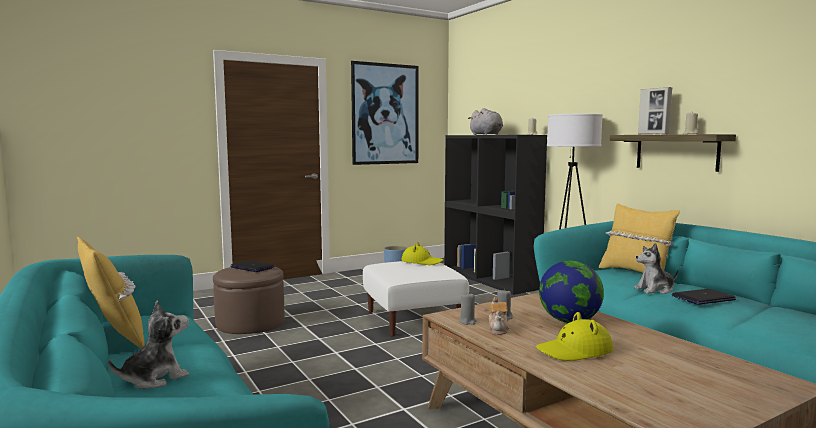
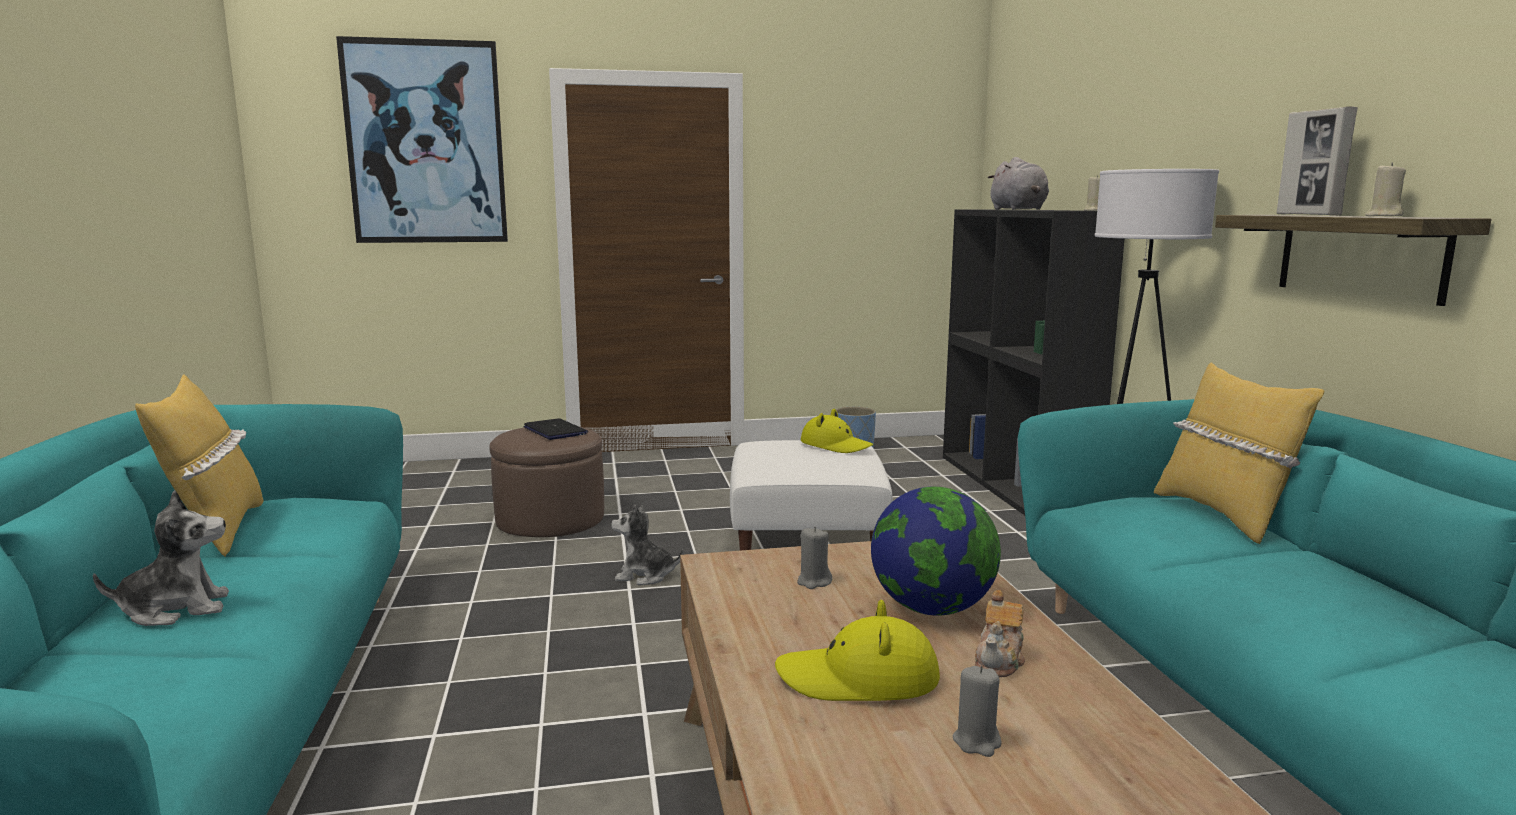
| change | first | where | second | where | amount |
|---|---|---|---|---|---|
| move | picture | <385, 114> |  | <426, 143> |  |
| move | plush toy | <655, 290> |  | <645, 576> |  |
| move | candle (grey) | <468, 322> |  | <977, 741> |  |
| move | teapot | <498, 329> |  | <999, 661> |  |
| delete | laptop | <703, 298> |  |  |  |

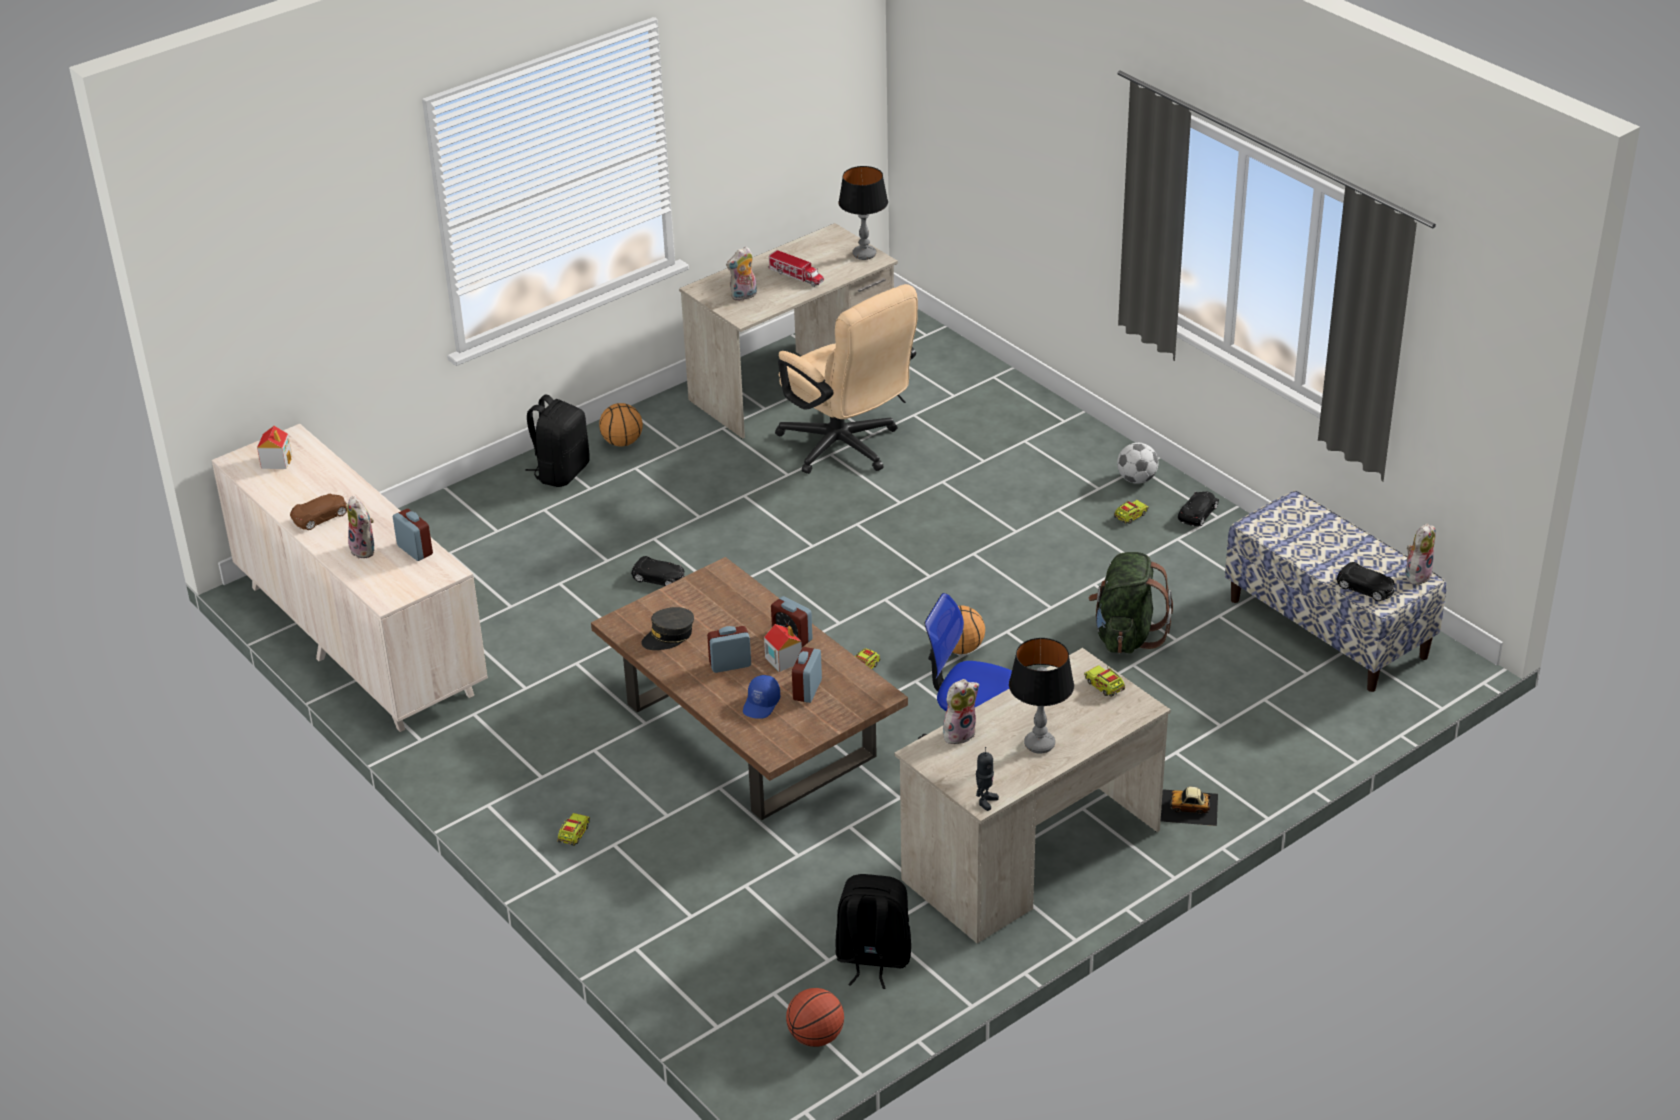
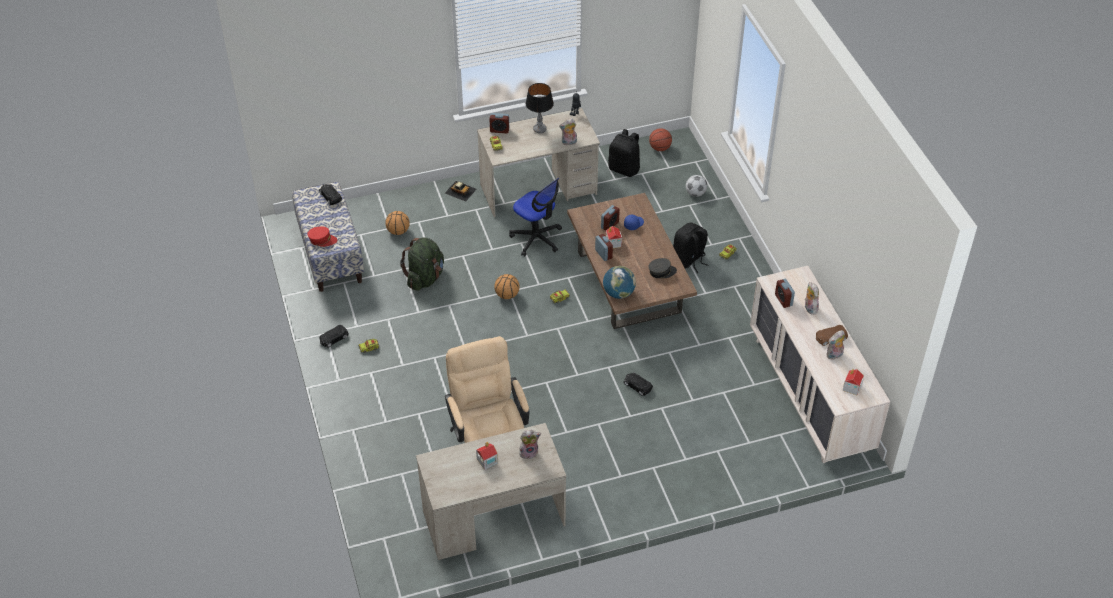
| change | first | where | second | where | amount |
|---|---|---|---|---|---|
| insert |  |  | cap (red) | <322, 240> |  |
| move | basketball | <622, 442> |  | <398, 231> |  |
| replace | toy truck | <796, 276> | toy house | <487, 461> |  |
| move | alarm clock | <730, 664> |  | <499, 130> |  |
| insert |  |  | globe | <618, 293> |  |
| move | backpack (black) | <561, 472> |  | <689, 260> |  |
| move | football | <1136, 479> |  | <695, 193> |  |
| move | plush toy | <1417, 574> |  | <834, 355> |  |
| delete | table lamp | <864, 254> |  |  |  |

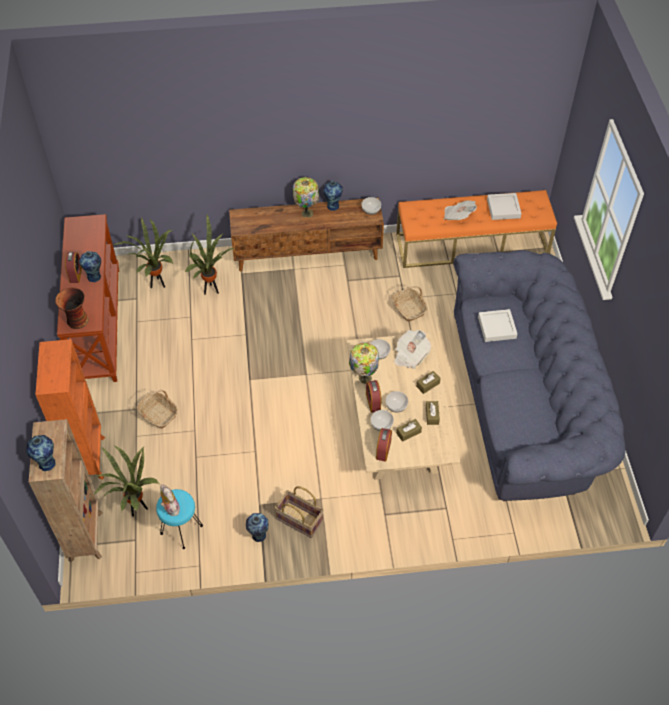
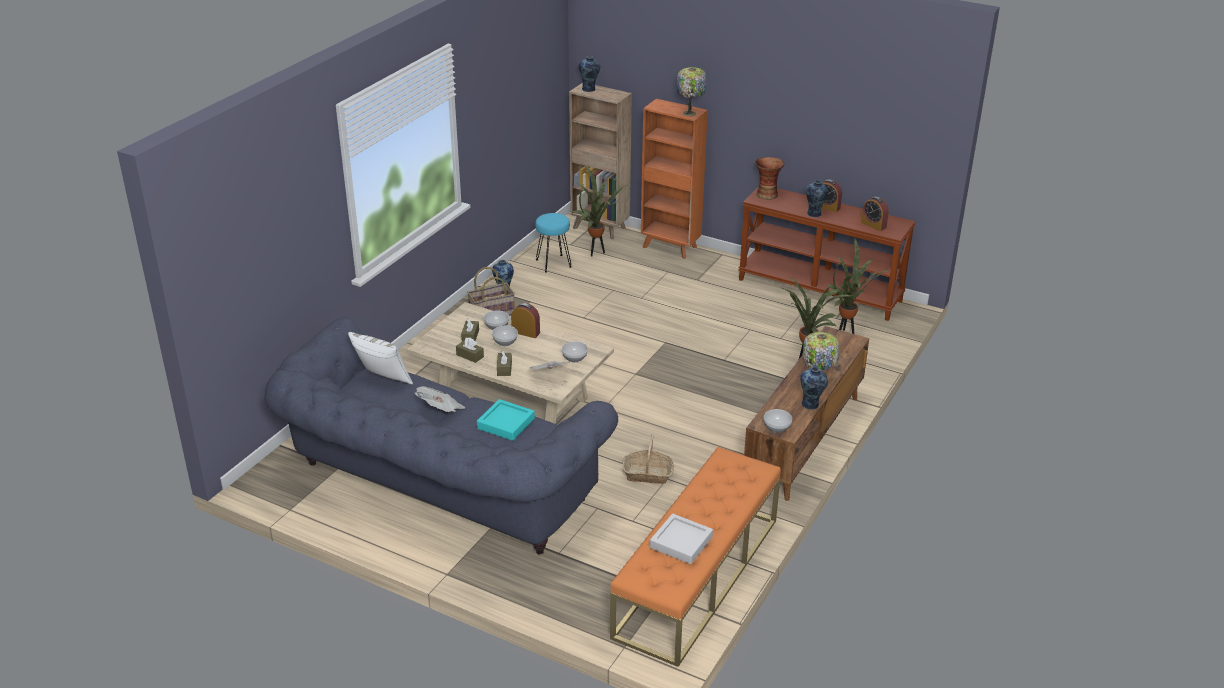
| change | first | where | second | where | amount |
|---|---|---|---|---|---|
| insert |  |  | pillow (white) | <382, 381> |  |
| move | newspaper | <458, 216> |  | <440, 410> |  |
| recolor | tray (grey) | <497, 327> | tray (turquoise) | <506, 423> |  |
| move | table lamp | <363, 377> |  | <690, 113> |  |
| move | alarm clock | <383, 450> |  | <873, 225> |  |
| delete | basket | <158, 414> |  |  |  |
| delete | plush toy | <170, 508> |  |  |  |

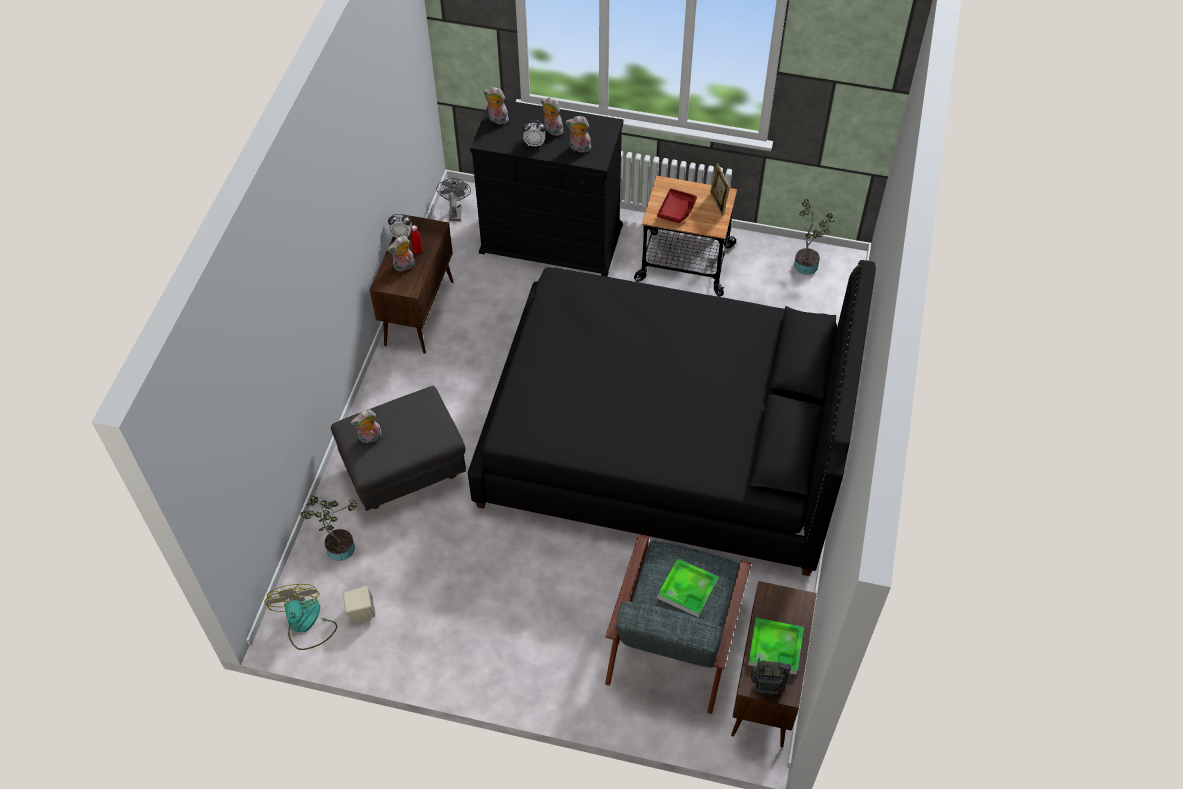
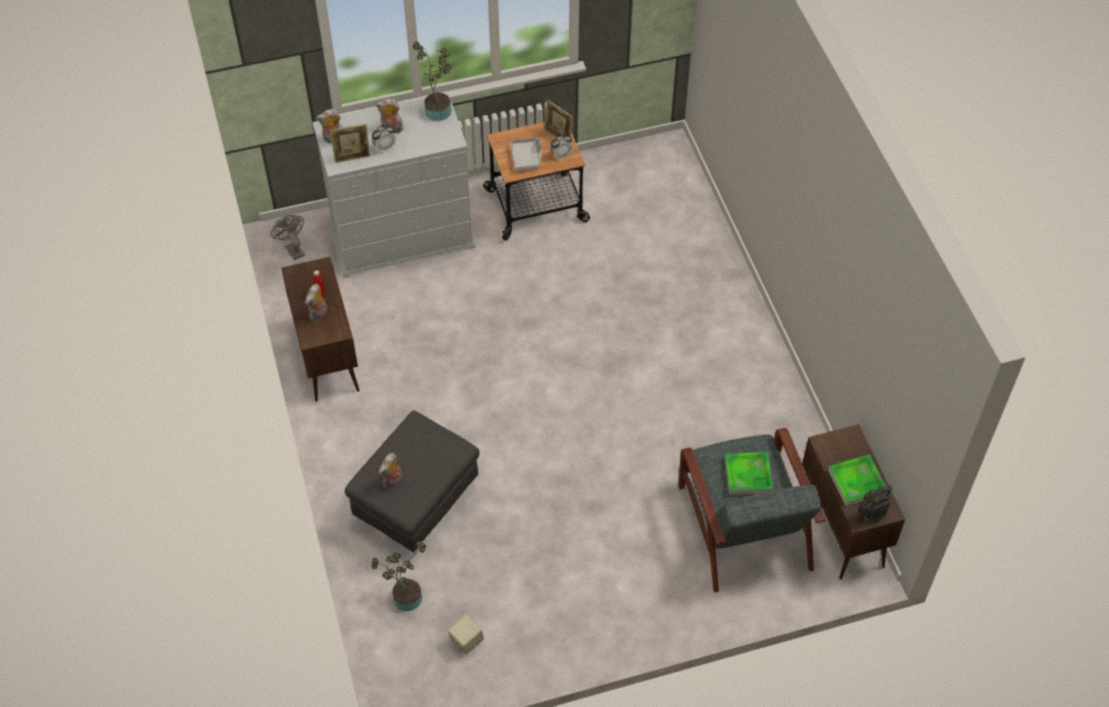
| change | first | where | second | where | amount |
|---|---|---|---|---|---|
| recolor | dresser (black) | <552, 239> | dresser (white) | <402, 235> |  |
| insert |  |  | picture frame | <352, 158> |  |
| move | potted plant | <808, 263> |  | <439, 109> |  |
| recolor | tray (red) | <677, 210> | tray (grey) | <527, 158> |  |
| move | alarm clock | <401, 235> |  | <561, 155> |  |
| delete | fan | <305, 624> |  |  |  |
| delete | bed (black) | <665, 442> |  |  |  |
| delete | plush toy | <579, 148> |  |  |  |

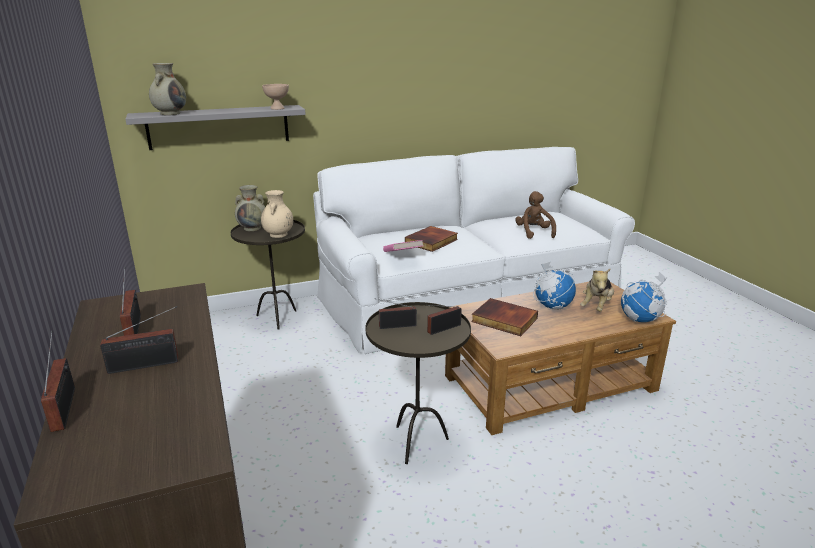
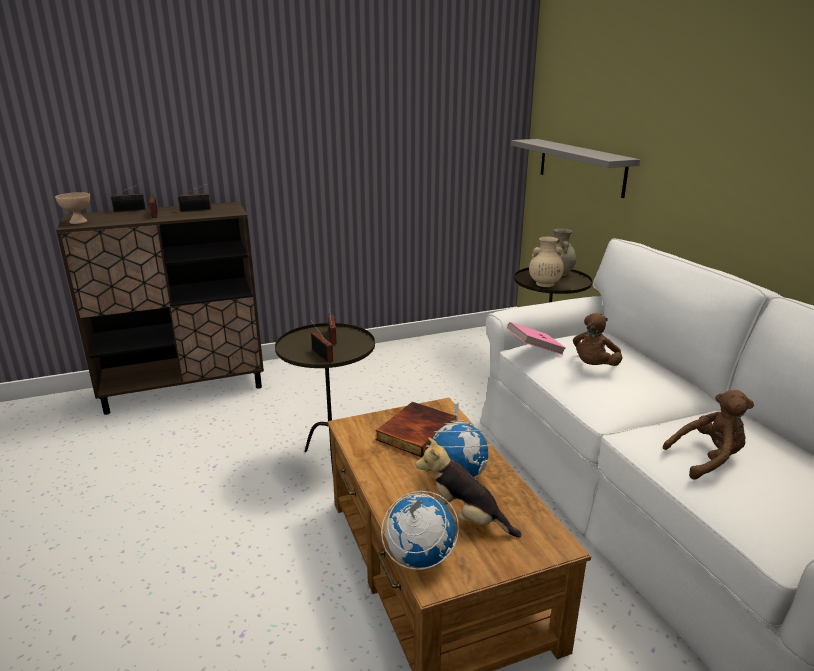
| change | first | where | second | where | amount |
|---|---|---|---|---|---|
| move | bowl (beige) | <278, 108> |  | <78, 222> |  |
| replace | book | <432, 242> | plush toy (brown) | <594, 366> |  |
| delete | vase (beige) | <170, 113> |  |  |  |

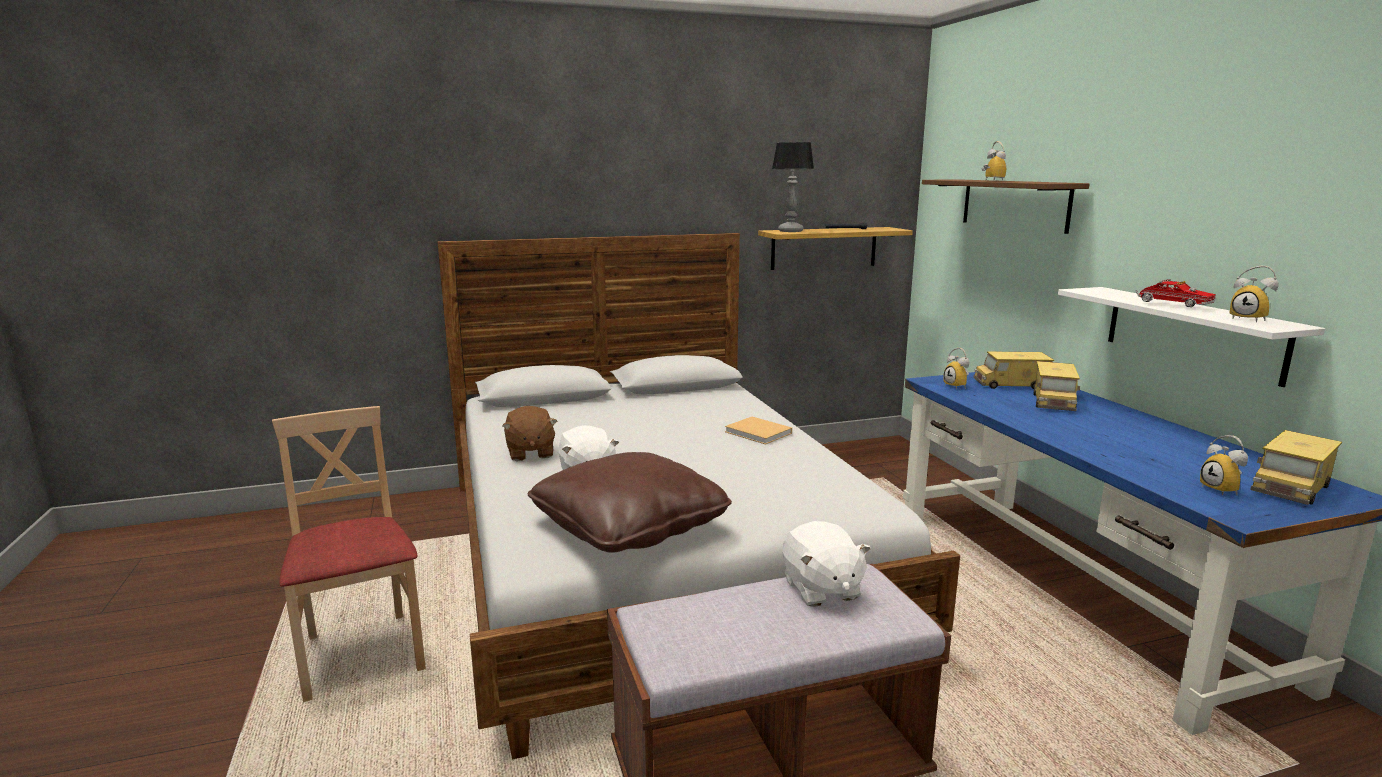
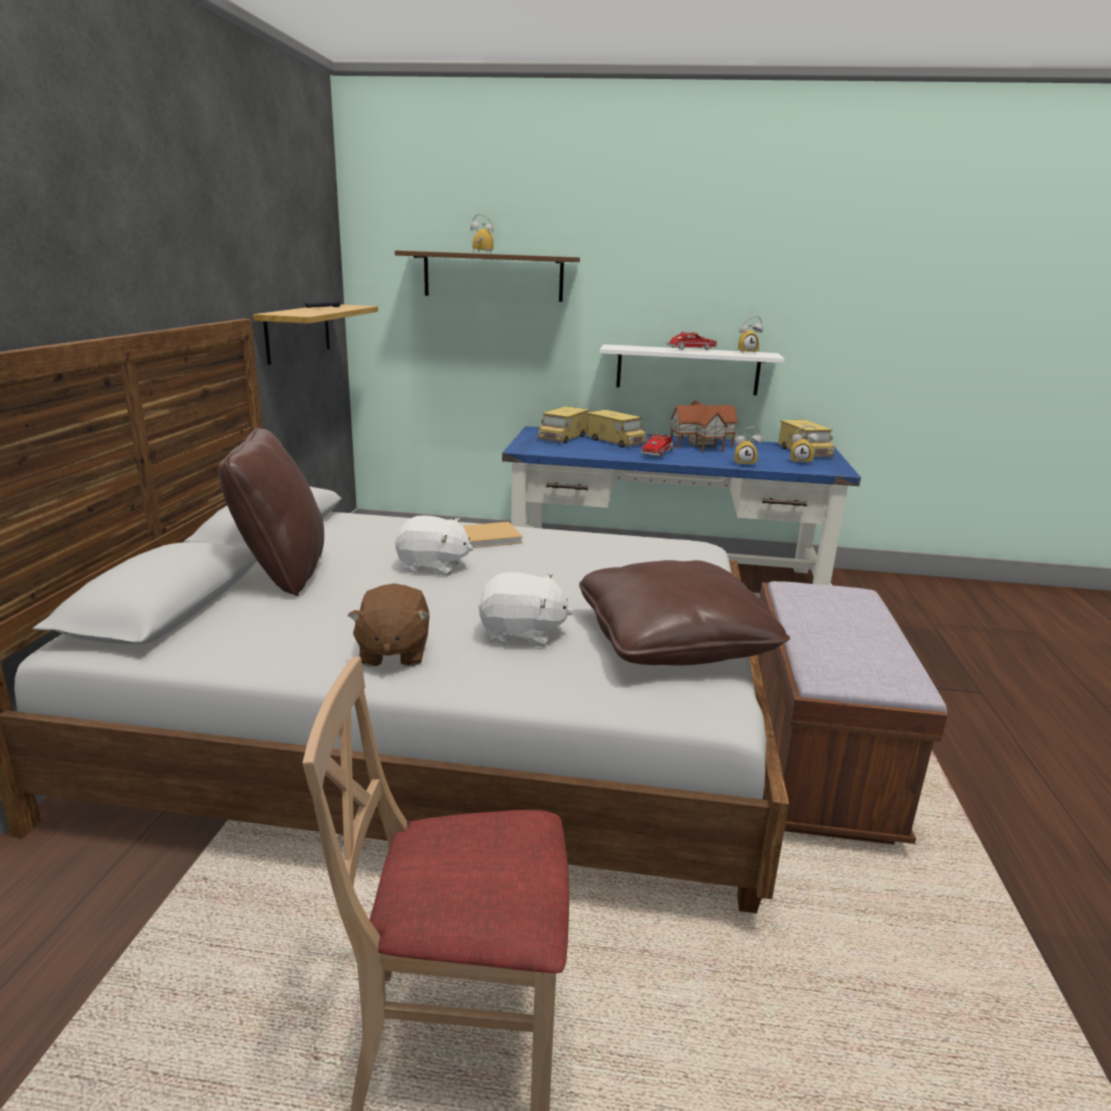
| change | first | where | second | where | amount |
|---|---|---|---|---|---|
| insert |  |  | pillow (brown) | <282, 571> |  |
| rotate | plush toy (brown) | <530, 453> |  | <393, 652> | 75 degrees clockwise |
| move | plush toy (white) | <820, 589> |  | <433, 567> |  |
| insert |  |  | toy truck | <657, 454> |  |
| insert |  |  | toy house | <700, 445> |  |
| move | alarm clock | <958, 386> |  | <744, 464> |  |
| delete | table lamp | <790, 231> |  |  |  |

